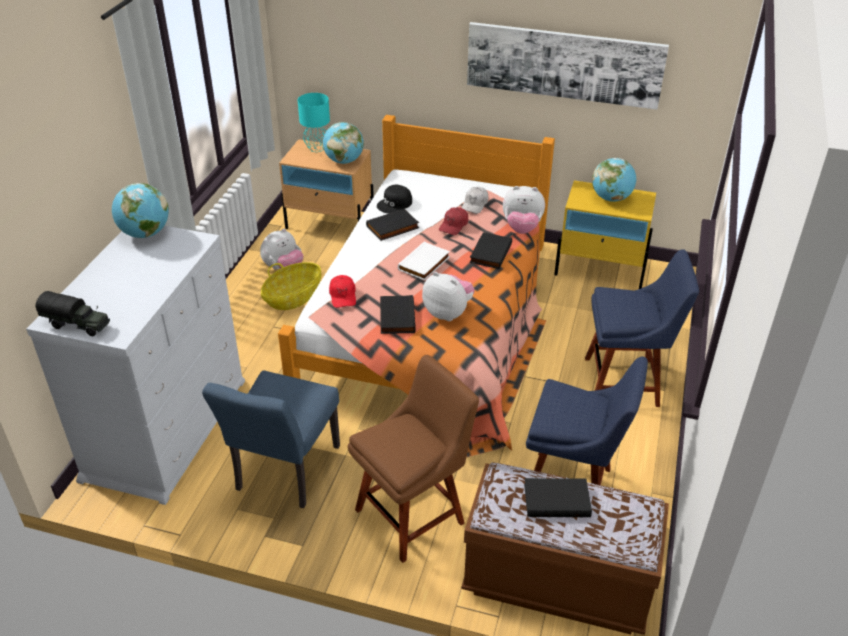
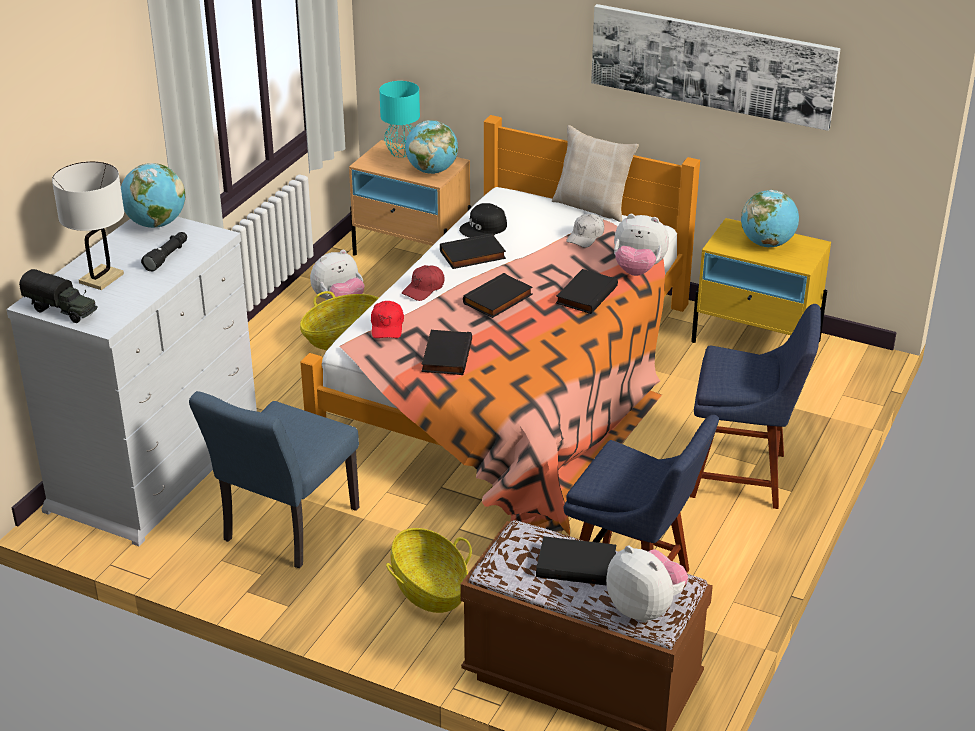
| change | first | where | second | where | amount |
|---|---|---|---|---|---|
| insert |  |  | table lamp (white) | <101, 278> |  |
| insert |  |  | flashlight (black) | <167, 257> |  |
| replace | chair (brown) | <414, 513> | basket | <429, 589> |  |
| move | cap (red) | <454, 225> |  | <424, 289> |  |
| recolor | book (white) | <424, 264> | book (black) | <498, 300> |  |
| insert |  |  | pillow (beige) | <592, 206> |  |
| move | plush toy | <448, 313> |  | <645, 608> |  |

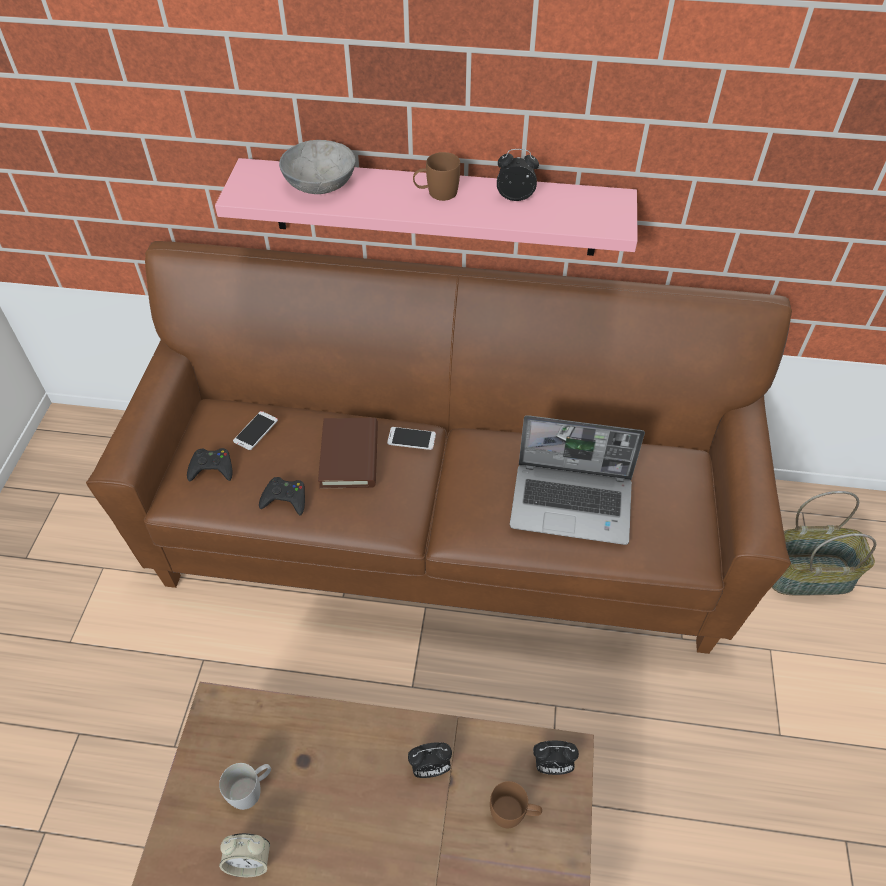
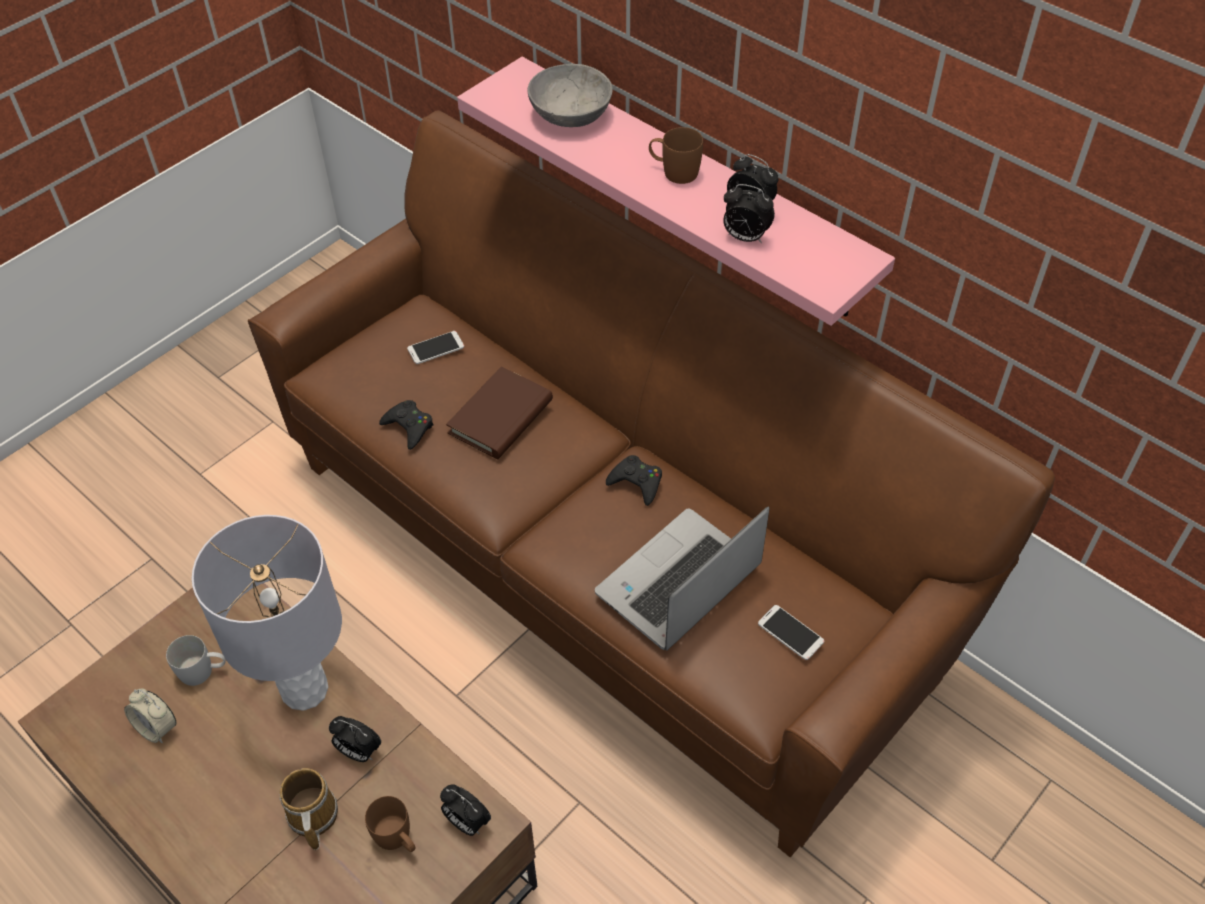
| change | first | where | second | where | amount |
|---|---|---|---|---|---|
| insert |  |  | table lamp (grey) | <304, 690> |  |
| insert |  |  | mug | <311, 818> |  |
| rotate | laptop | <573, 504> |  | <678, 583> | 90 degrees clockwise |
| move | game controller (black) | <212, 468> |  | <636, 483> |  |
| insert |  |  | alarm clock | <744, 237> |  |
| move | phone | <411, 438> |  | <790, 632> |  |
| delete | basket | <808, 574> |  |  |  |

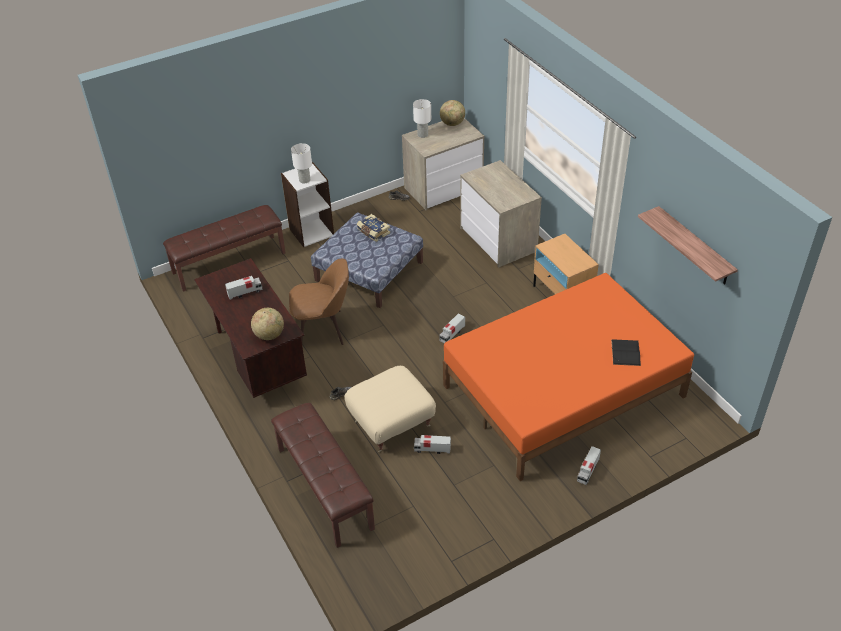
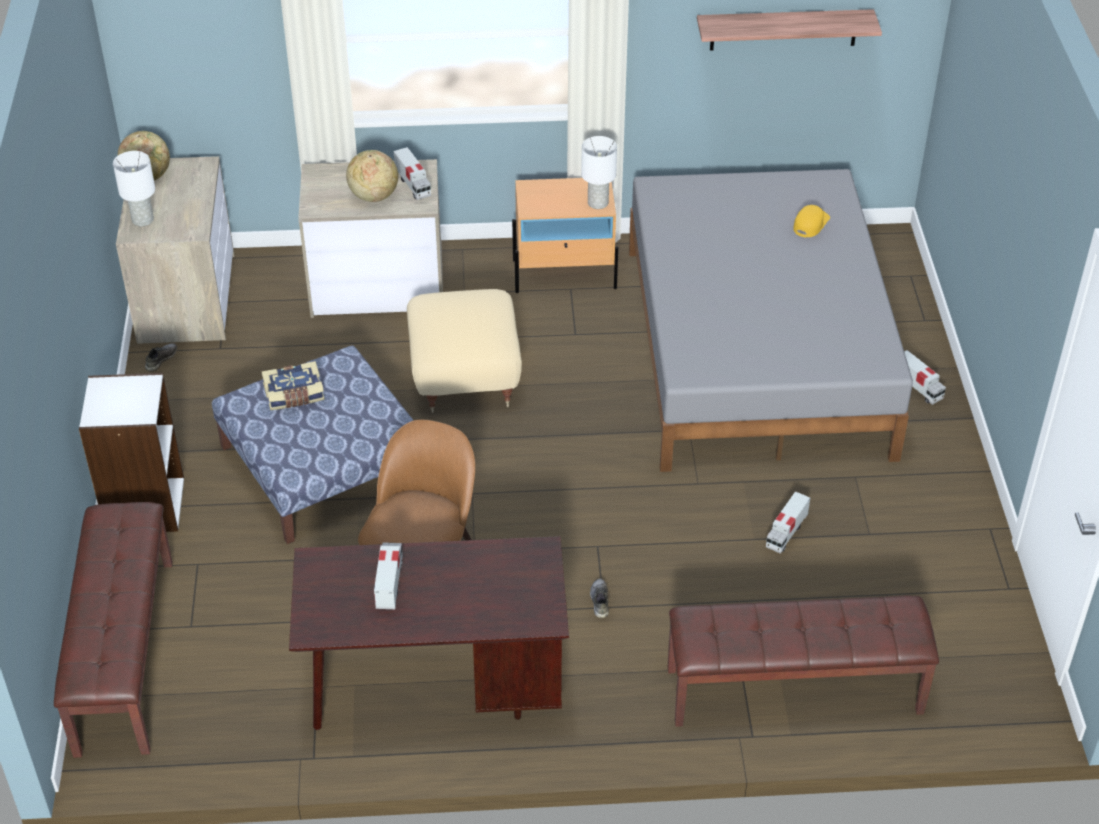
| change | first | where | second | where | amount |
|---|---|---|---|---|---|
| move | globe | <269, 335> |  | <373, 196> |  |
| move | toy truck | <452, 334> |  | <413, 184> |  |
| move | ottoman (beige) | <392, 423> |  | <465, 377> |  |
| move | table lamp (white) | <305, 180> |  | <598, 202> |  |
| recolor | bed (orange) | <563, 391> | bed (grey) | <757, 350> |  |
| replace | book (black) | <625, 352> | cap (yellow) | <810, 224> |  |

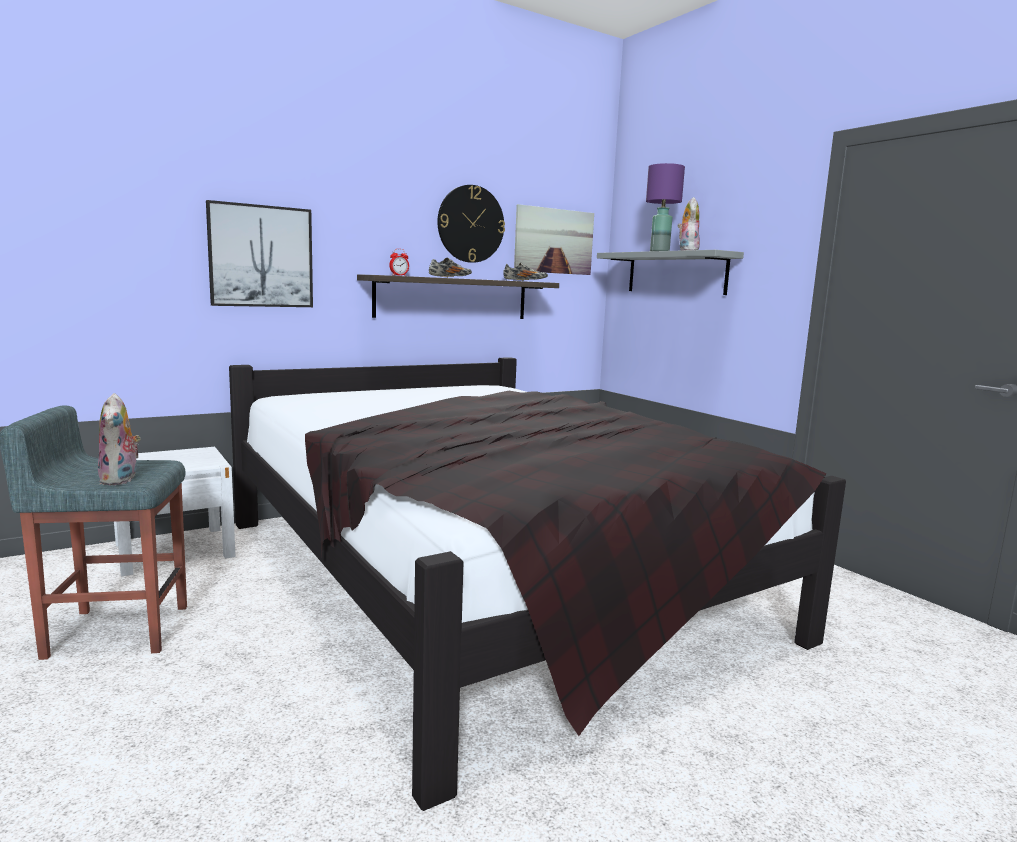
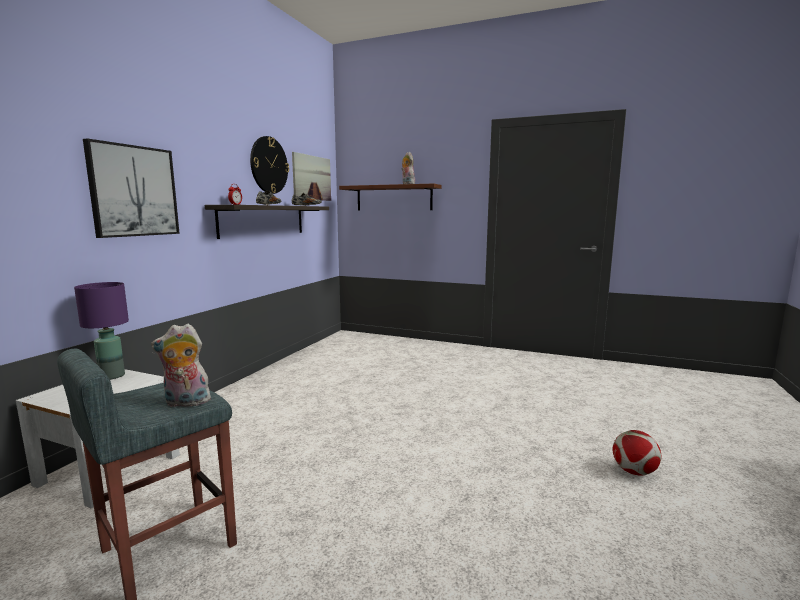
| change | first | where | second | where | amount |
|---|---|---|---|---|---|
| move | table lamp (purple) | <659, 251> |  | <112, 376> |  |
| rotate | plush toy | <121, 480> |  | <186, 403> | 135 degrees clockwise |
| recolor | shelf (grey) | <676, 273> | shelf (brown) | <394, 198> |  |
| insert |  |  | football | <634, 472> |  |
| delete | bed (black) | <487, 576> |  |  |  |

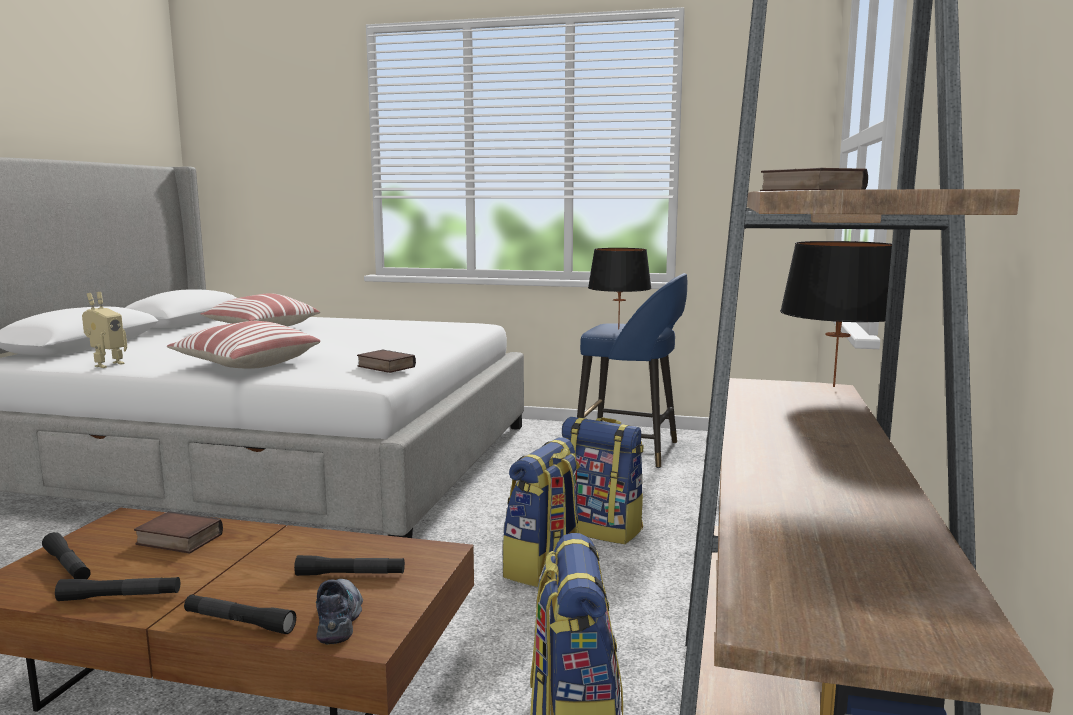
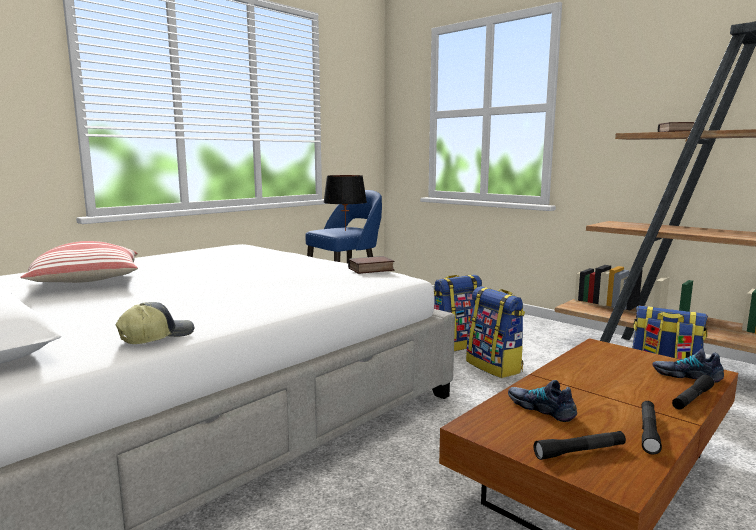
| change | first | where | second | where | amount |
|---|---|---|---|---|---|
| replace | toy robot | <106, 364> | cap | <157, 336> |  |
| replace | book | <177, 540> | shoe | <541, 408> |  |
| delete | pillow | <246, 364> |  |  |  |
| delete | flashlight (black) | <350, 574> |  |  |  |
| delete | table lamp (black) | <833, 386> |  |  |  |

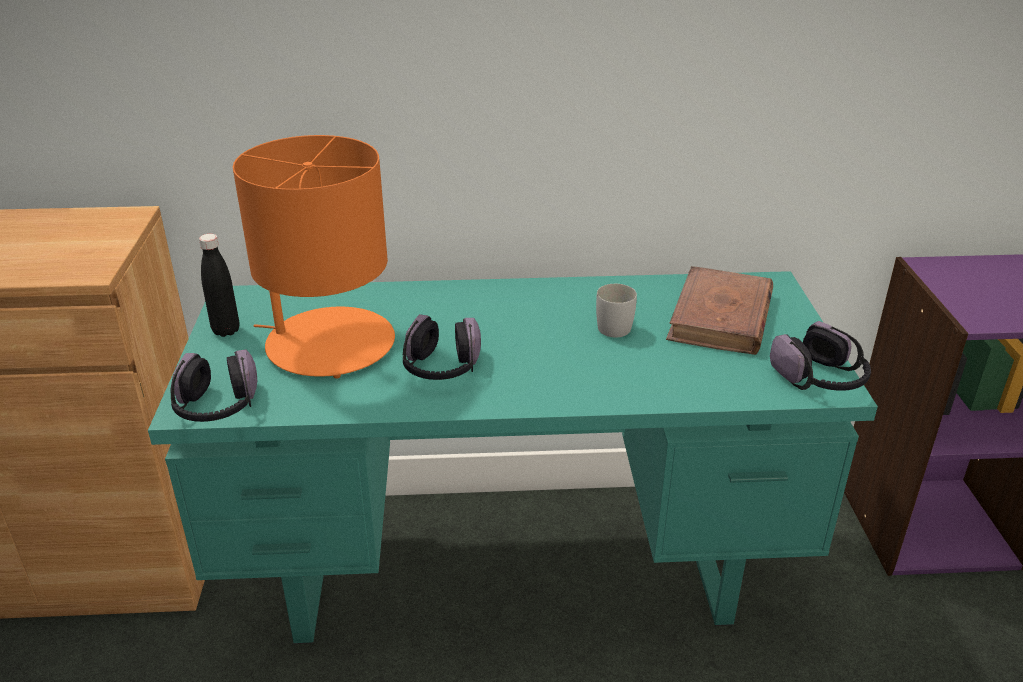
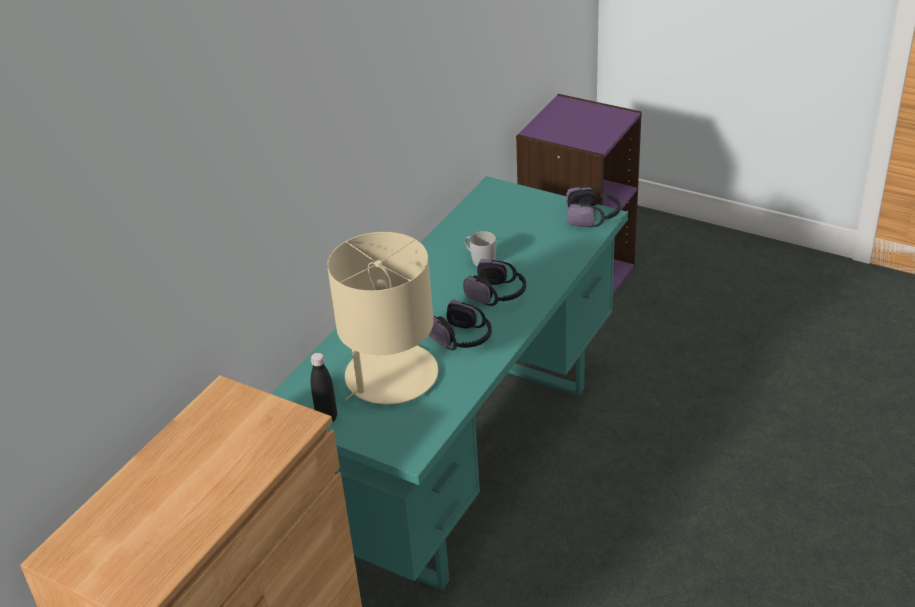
| change | first | where | second | where | amount |
|---|---|---|---|---|---|
| recolor | table lamp (orange) | <329, 344> | table lamp (beige) | <390, 376> |  |
| move | headphones | <216, 407> |  | <497, 294> |  |
| delete | book (brown) | <720, 317> |  |  |  |

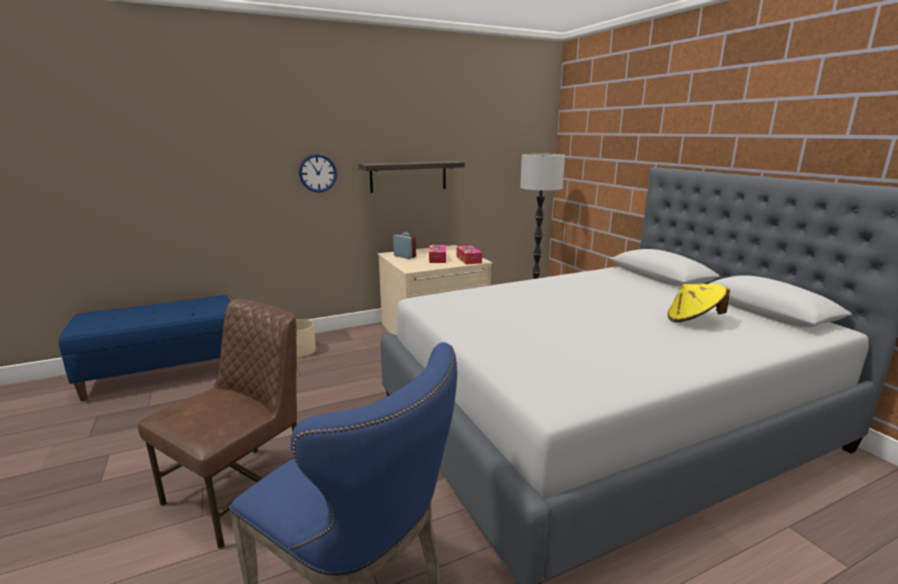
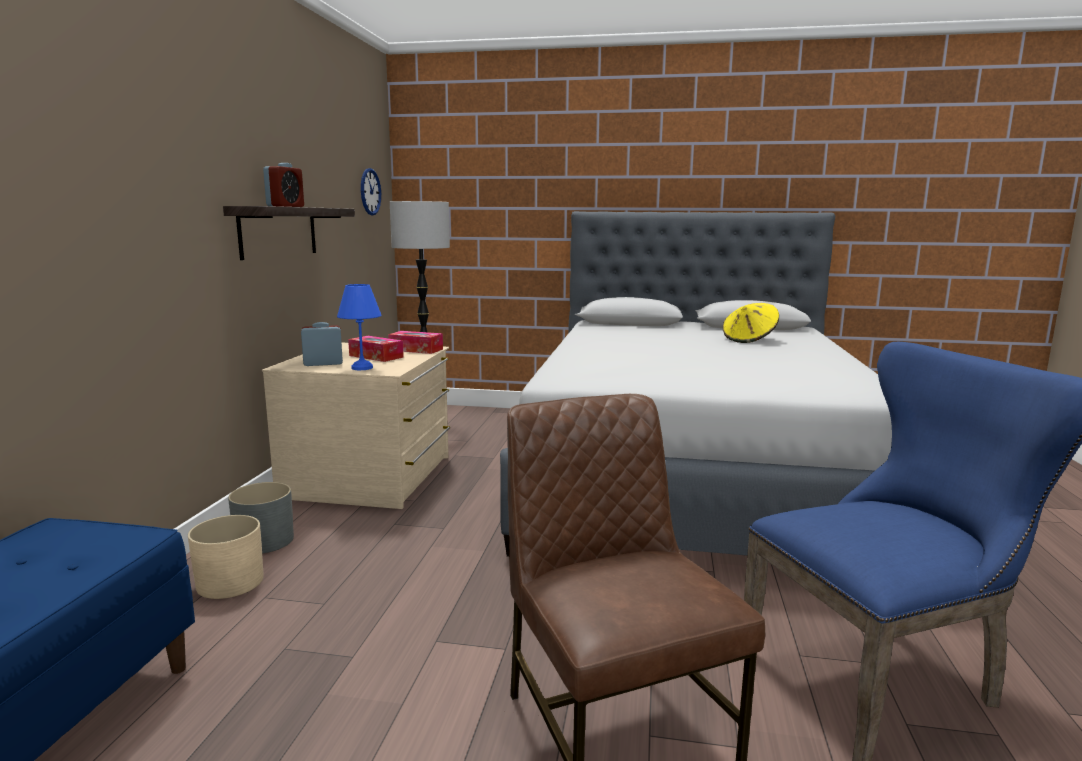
| change | first | where | second | where | amount |
|---|---|---|---|---|---|
| insert |  |  | planter (grey) | <265, 541> |  |
| insert |  |  | alarm clock | <285, 206> |  |
| insert |  |  | table lamp (blue) | <362, 368> |  |
| move | wall clock | <318, 173> |  | <370, 192> |  |

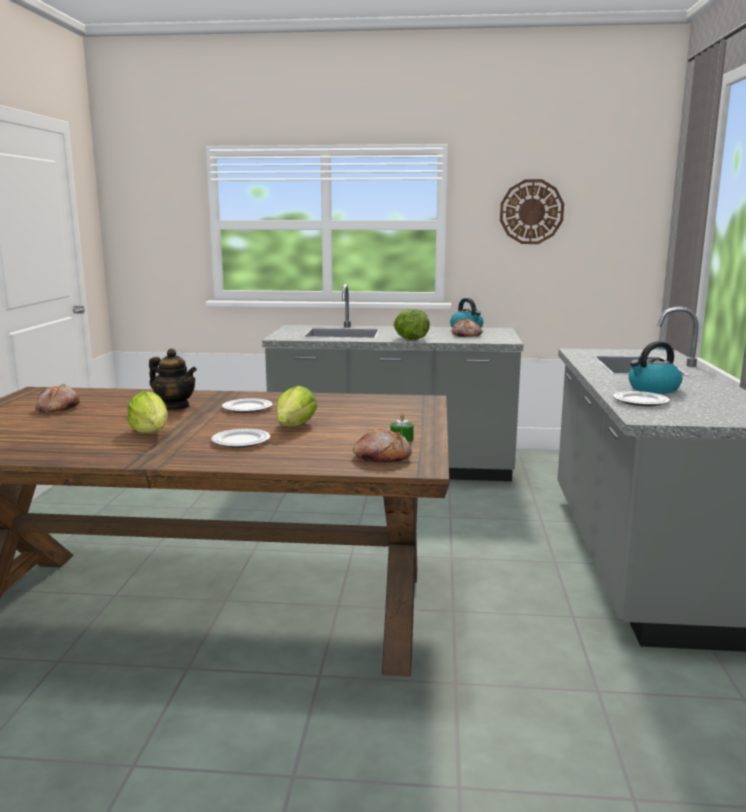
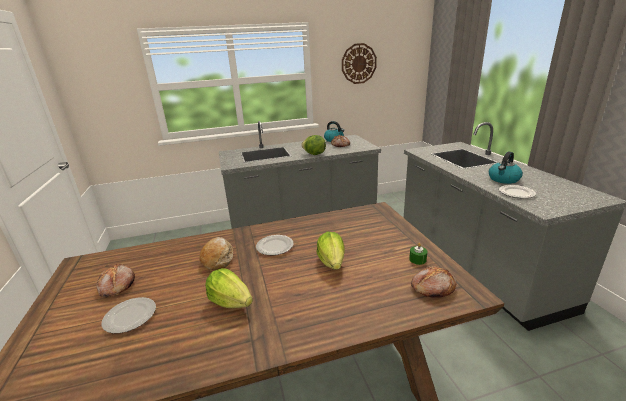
| change | first | where | second | where | amount |
|---|---|---|---|---|---|
| move | plate | <241, 441> |  | <131, 316> |  |
| replace | teapot | <175, 407> | bread | <218, 258> |  |

